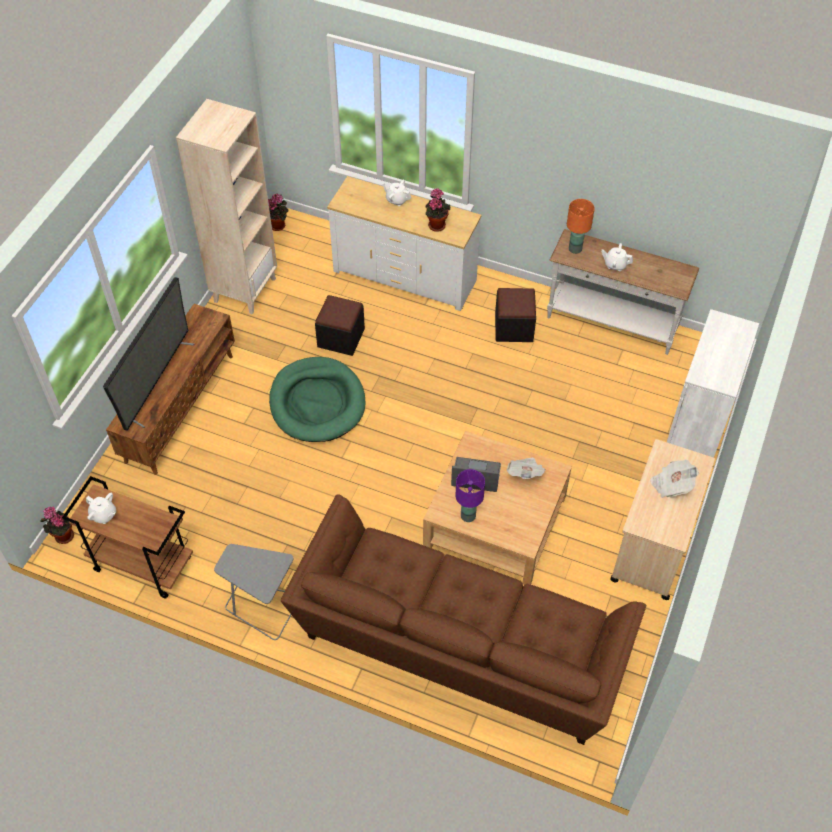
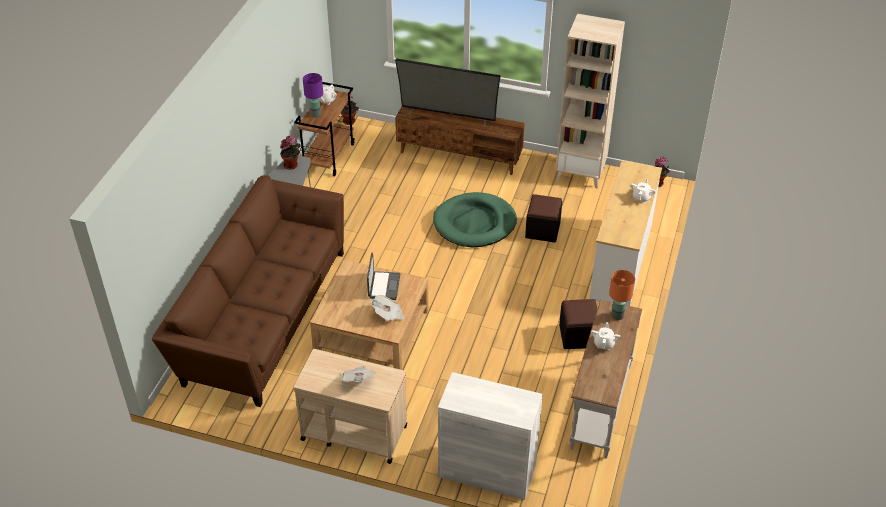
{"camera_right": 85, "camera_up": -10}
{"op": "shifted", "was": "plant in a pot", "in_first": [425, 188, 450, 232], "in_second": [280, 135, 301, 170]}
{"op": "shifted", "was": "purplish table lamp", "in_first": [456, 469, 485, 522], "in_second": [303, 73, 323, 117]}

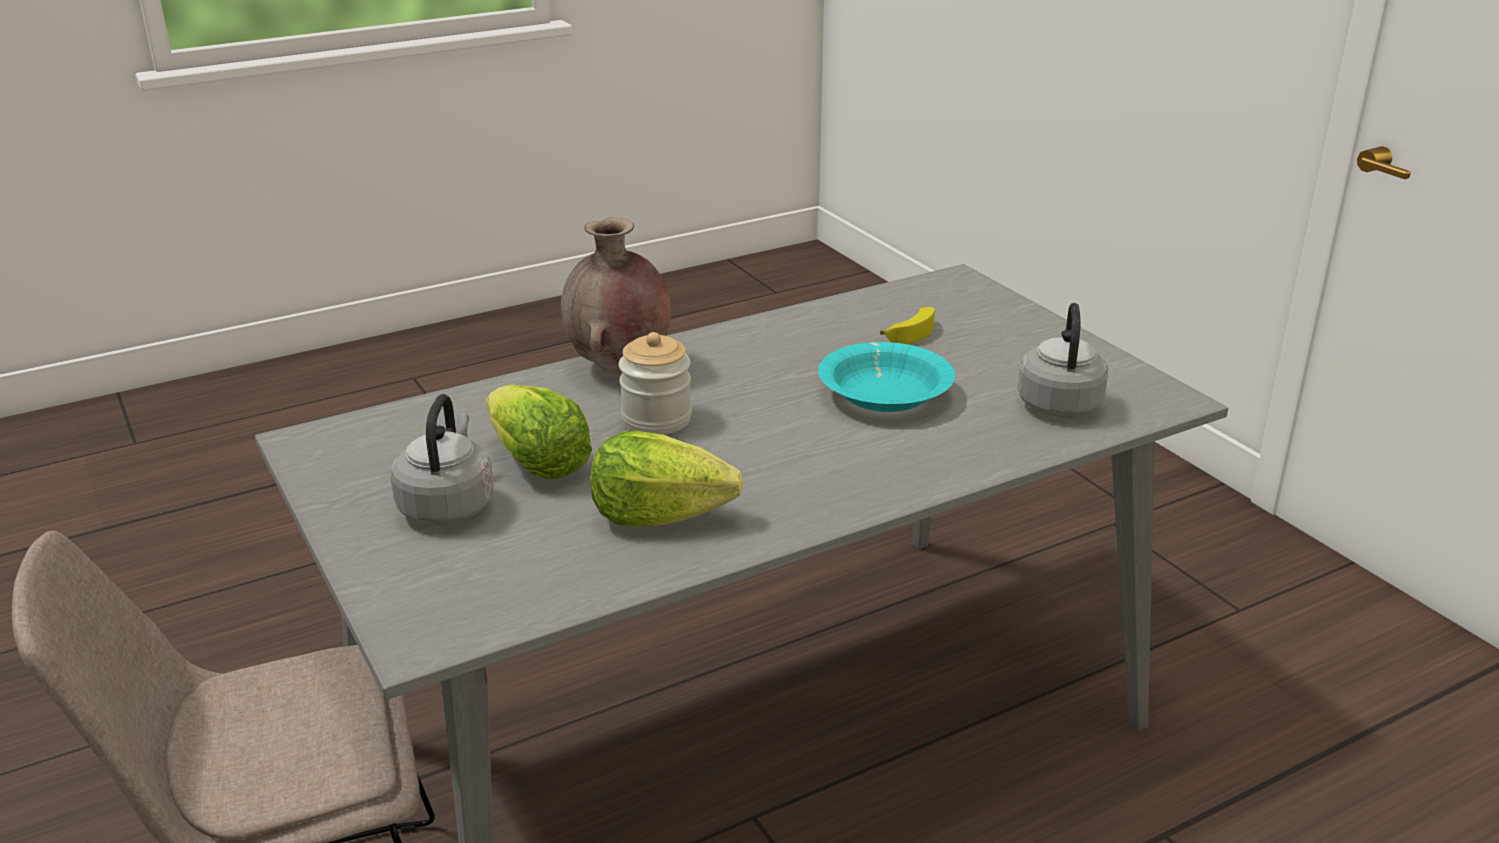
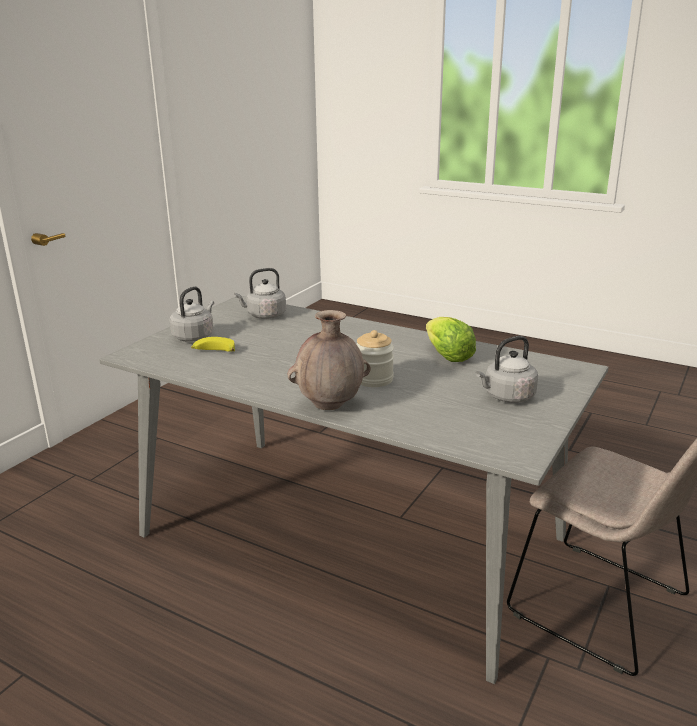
{"camera_right": -120, "camera_up": -5}
{"op": "gone", "was": "turquoise serving bowl", "in_first": [818, 342, 955, 412]}
{"op": "gone", "was": "lettuce", "in_first": [486, 384, 592, 479]}
{"op": "new", "now": "grey tea kettle", "in_second": [169, 286, 214, 342]}

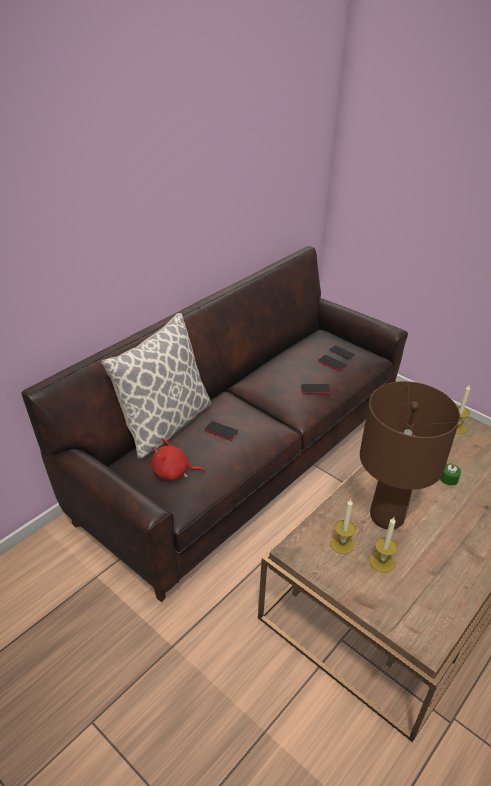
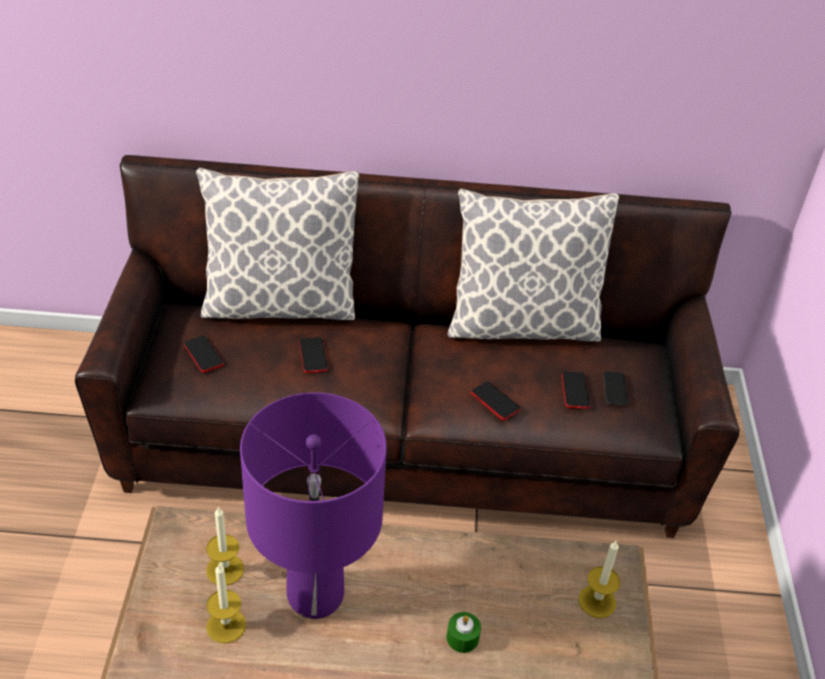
{"camera_right": 50, "camera_up": 5}
{"op": "repainted", "was": "brown table lamp", "now": "purplish table lamp", "in_first": [360, 381, 460, 529], "in_second": [240, 392, 387, 619]}
{"op": "swapped", "was": "red plush toy", "now": "telephone", "in_first": [151, 438, 205, 481], "in_second": [184, 335, 224, 373]}
{"op": "new", "now": "throw pillow", "in_second": [447, 189, 619, 342]}

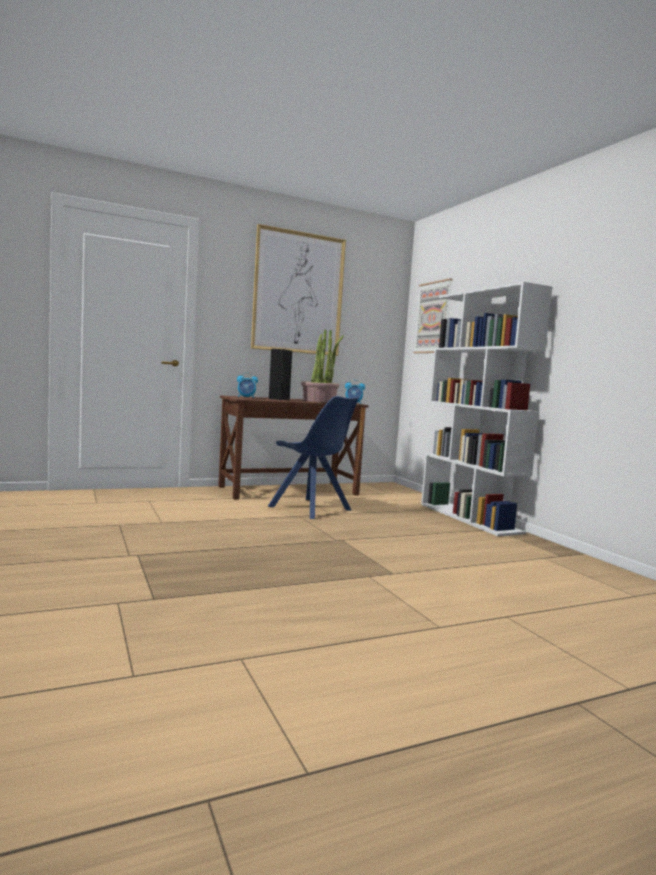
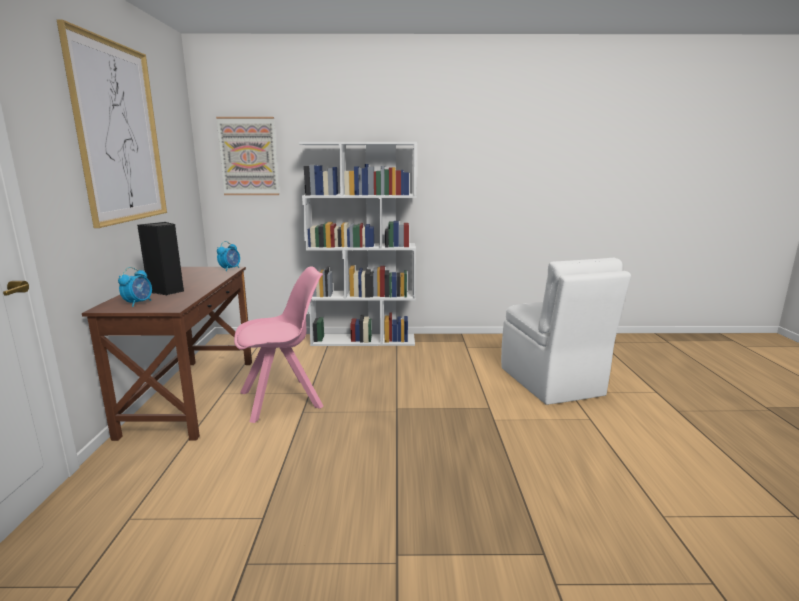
{"camera_right": -65, "camera_up": 10}
{"op": "gone", "was": "plant in a pot", "in_first": [301, 329, 344, 402]}
{"op": "repainted", "was": "blue-coloured chair", "now": "pinkish chair", "in_first": [268, 396, 359, 519], "in_second": [234, 266, 323, 423]}
{"op": "new", "now": "white chair", "in_second": [501, 258, 631, 405]}

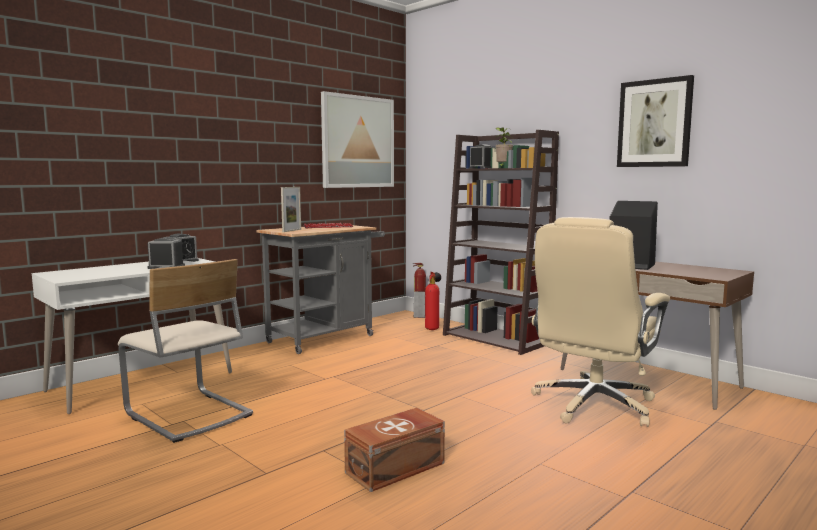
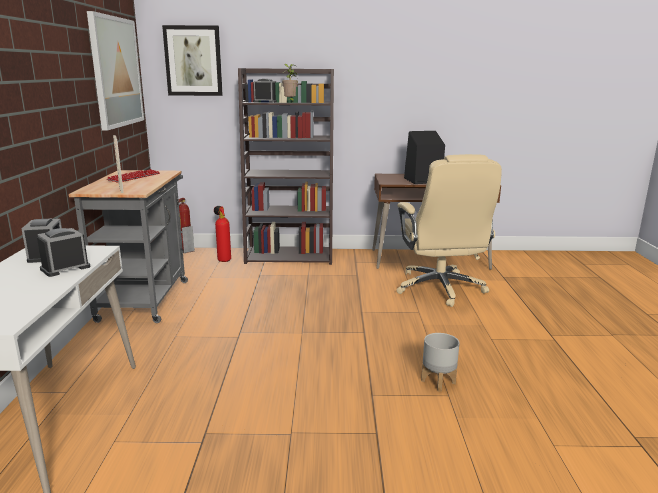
{"camera_right": -45, "camera_up": 10}
{"op": "shifted", "was": "wall art", "in_first": [617, 75, 694, 167], "in_second": [162, 25, 223, 96]}
{"op": "gone", "was": "beige-coloured chair", "in_first": [118, 259, 253, 443]}
{"op": "swapped", "was": "brown storage box", "now": "grey plant pot", "in_first": [344, 408, 445, 492], "in_second": [421, 333, 459, 392]}

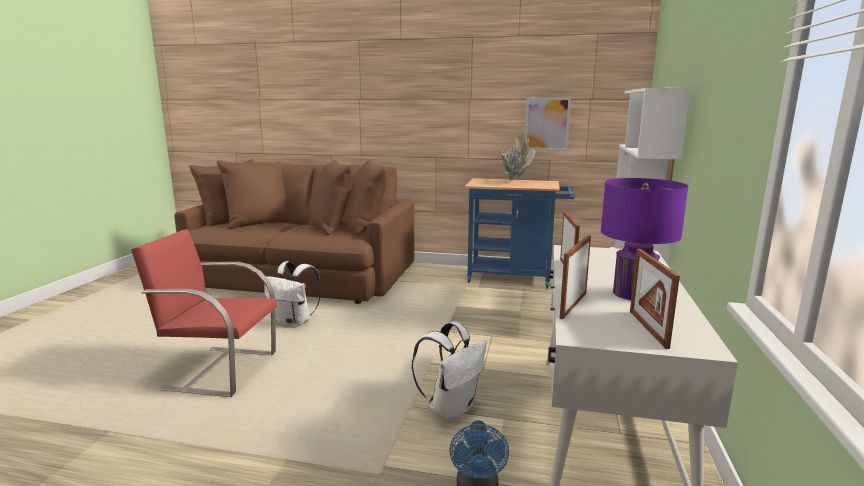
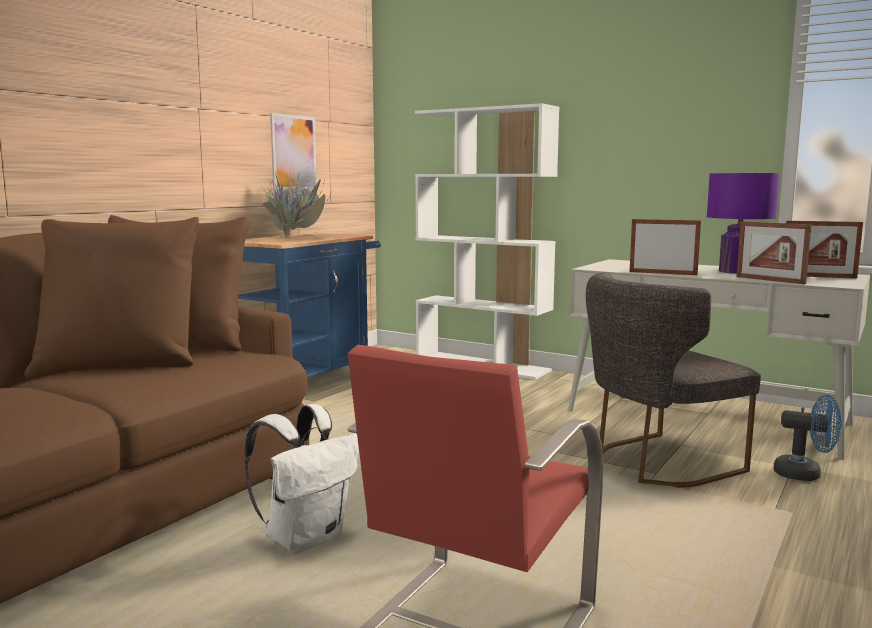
{"camera_right": -70, "camera_up": -5}
{"op": "swapped", "was": "white rucksack", "now": "grey chair", "in_first": [412, 322, 487, 420], "in_second": [586, 272, 761, 488]}

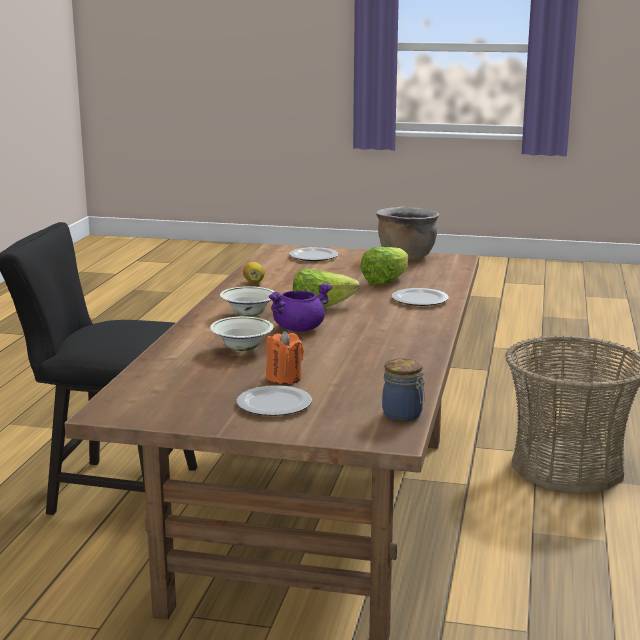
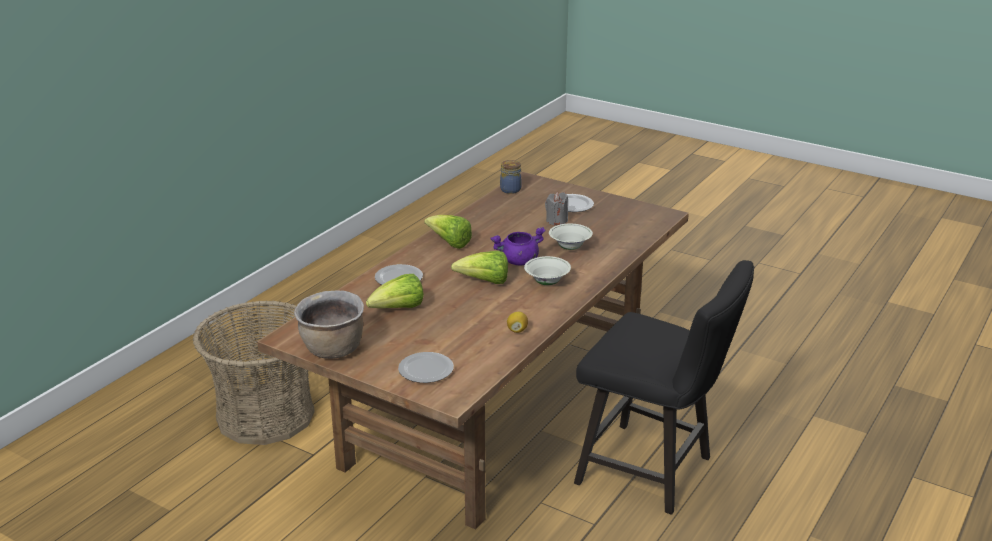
{"camera_right": -160, "camera_up": 10}
{"op": "repainted", "was": "orangey wax light", "now": "grey wax light", "in_first": [266, 331, 304, 384], "in_second": [545, 192, 568, 225]}
{"op": "new", "now": "lettuce", "in_second": [424, 215, 472, 249]}

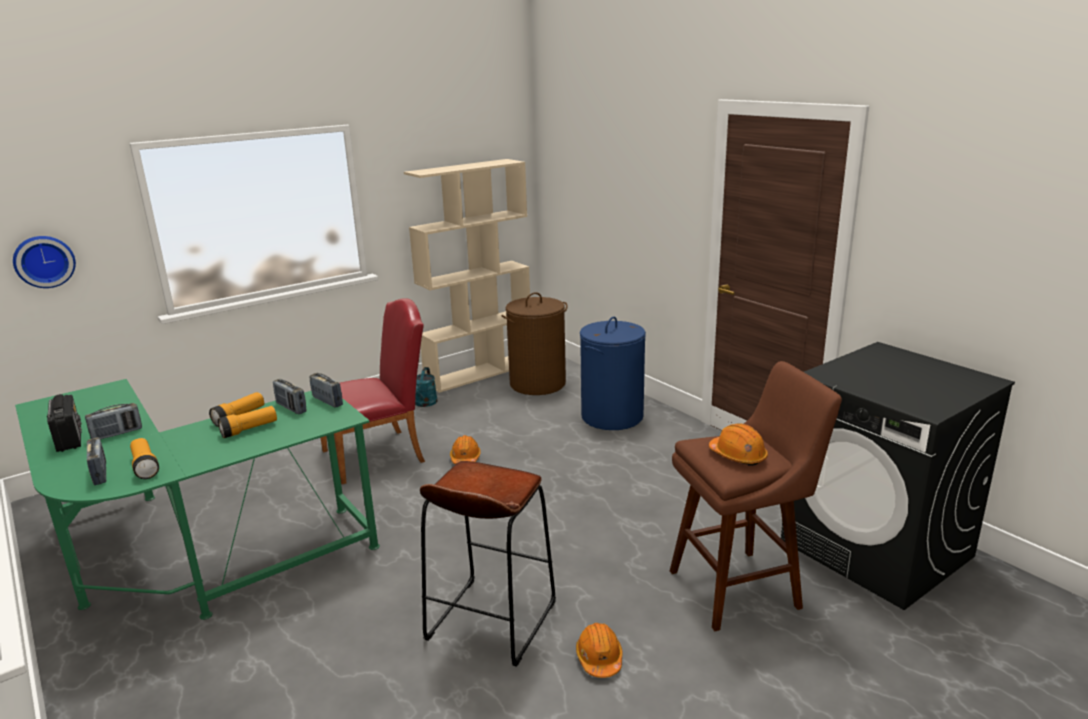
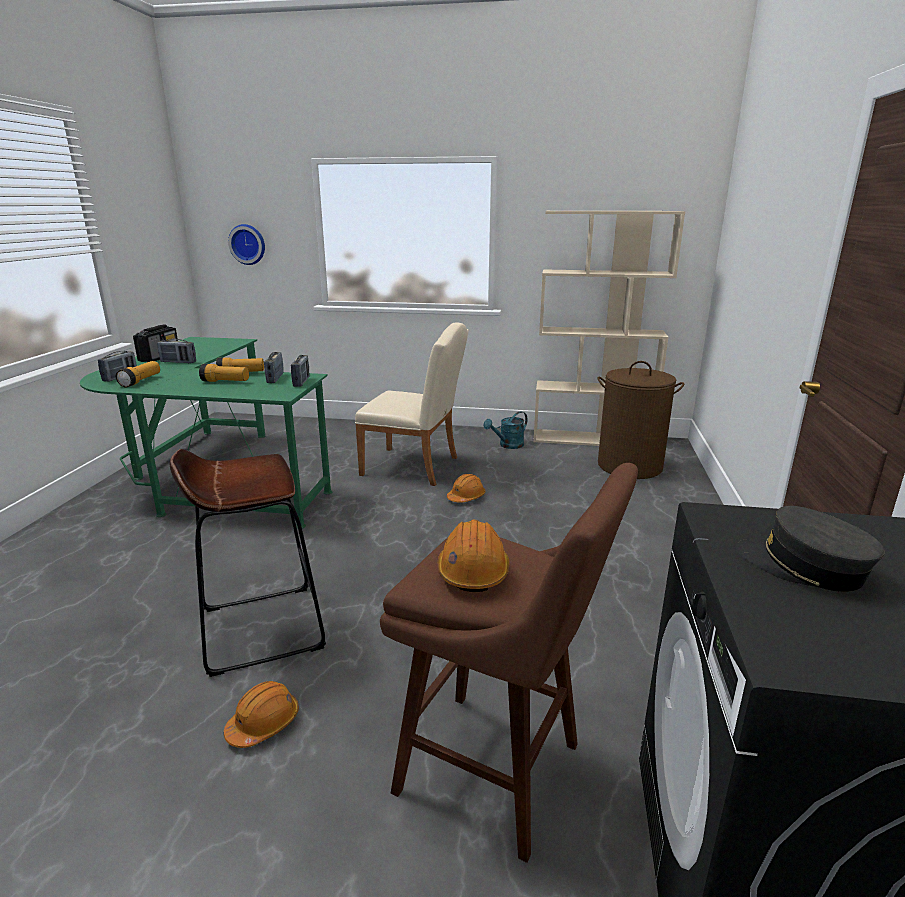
{"camera_right": 45, "camera_up": 0}
{"op": "repainted", "was": "red chair", "now": "beige-coloured chair", "in_first": [321, 298, 425, 484], "in_second": [355, 322, 469, 486]}
{"op": "gone", "was": "blue-coloured washing basket", "in_first": [580, 317, 646, 430]}
{"op": "new", "now": "grey baseball cap", "in_second": [736, 506, 885, 592]}

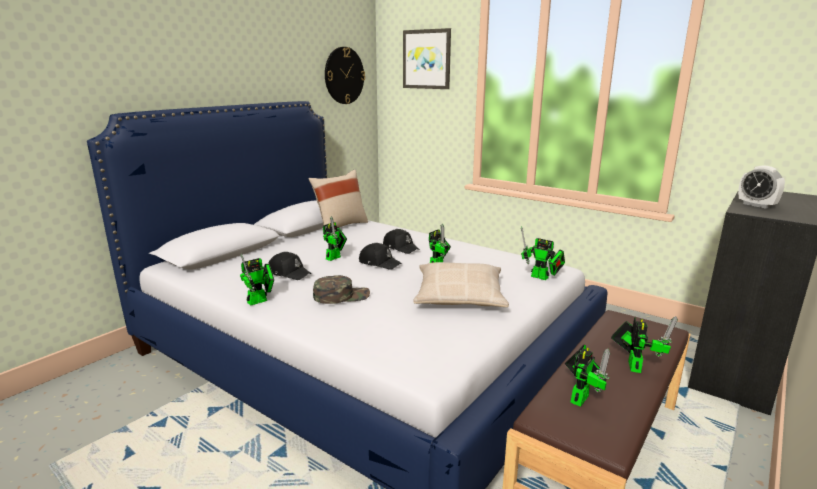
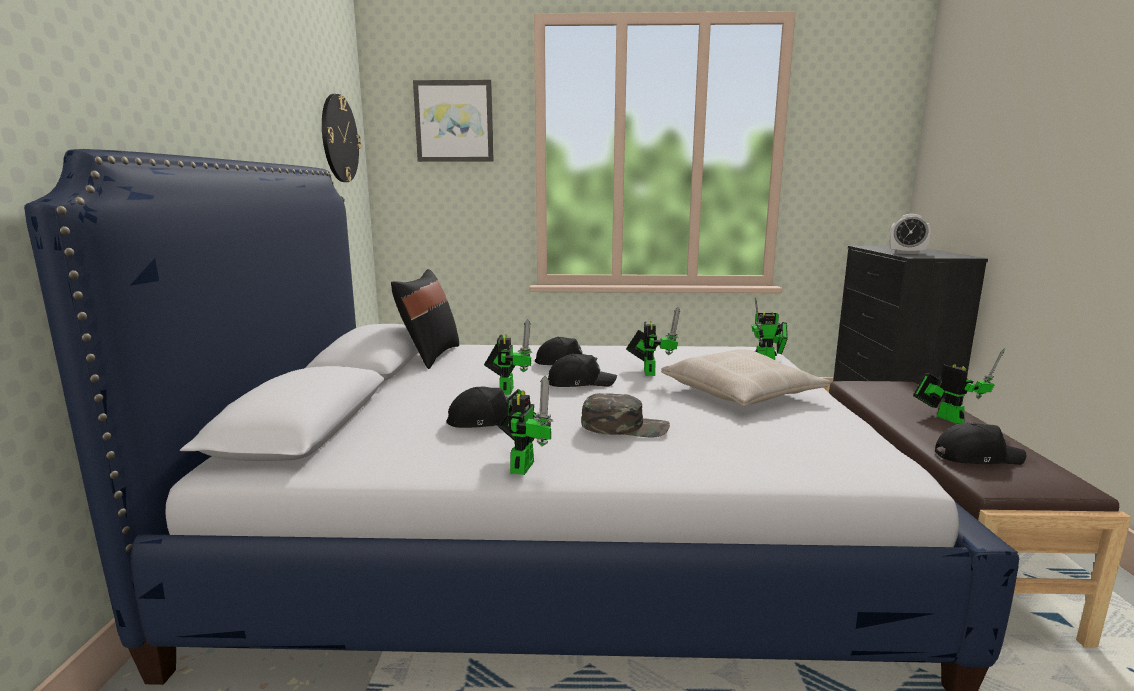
{"camera_right": -35, "camera_up": -5}
{"op": "repainted", "was": "beige-coloured throw pillow", "now": "black throw pillow", "in_first": [308, 170, 368, 227], "in_second": [391, 269, 459, 369]}
{"op": "rotated", "was": "green baseball cap", "in_first": [313, 275, 370, 304], "in_second": [581, 393, 670, 438], "clockwise": 60}
{"op": "swapped", "was": "toy robot", "now": "black baseball cap", "in_first": [565, 345, 610, 407], "in_second": [935, 422, 1026, 465]}

